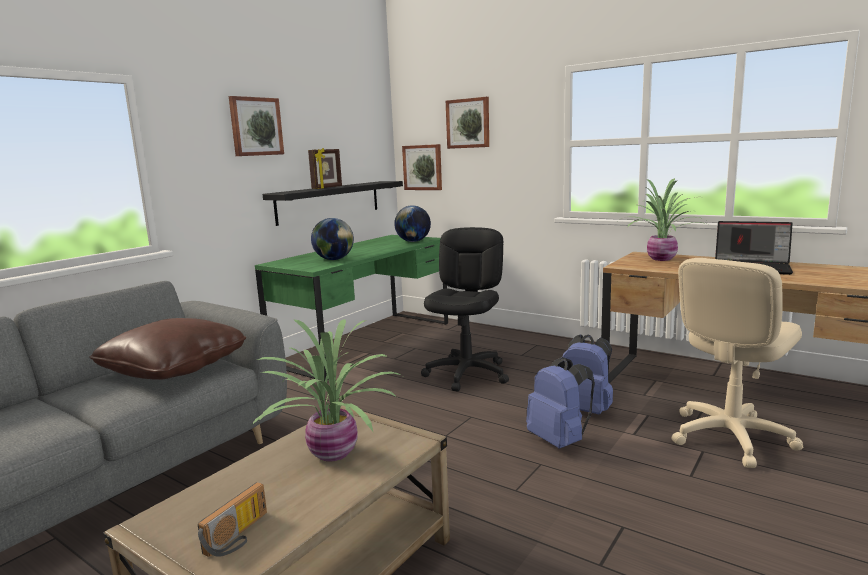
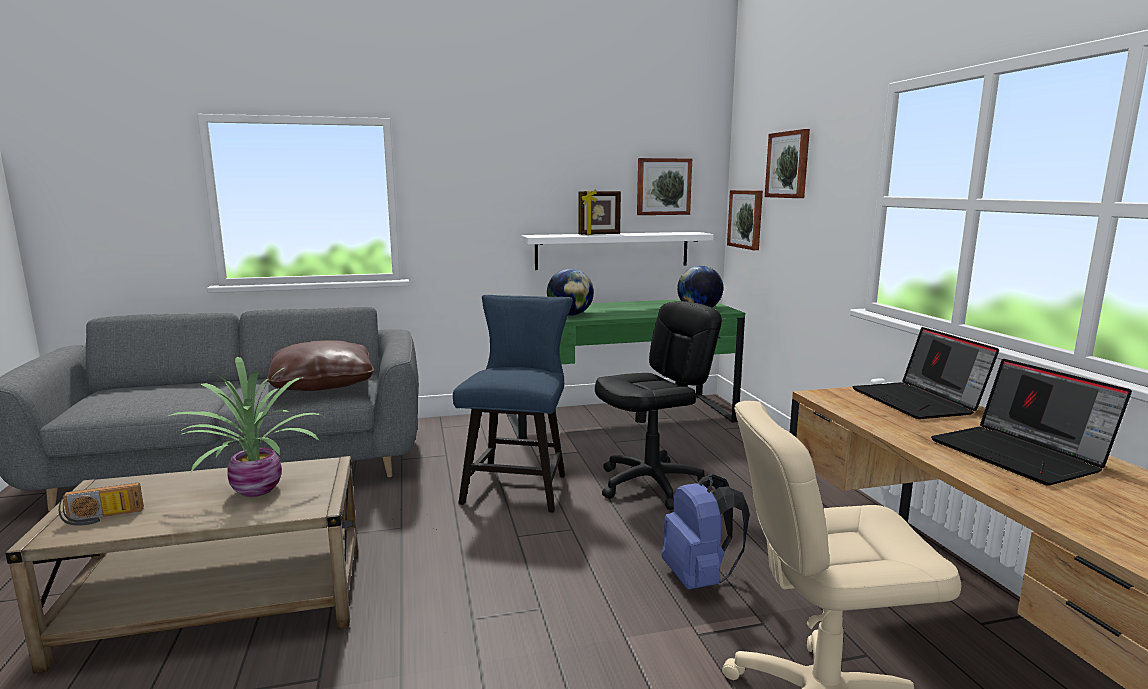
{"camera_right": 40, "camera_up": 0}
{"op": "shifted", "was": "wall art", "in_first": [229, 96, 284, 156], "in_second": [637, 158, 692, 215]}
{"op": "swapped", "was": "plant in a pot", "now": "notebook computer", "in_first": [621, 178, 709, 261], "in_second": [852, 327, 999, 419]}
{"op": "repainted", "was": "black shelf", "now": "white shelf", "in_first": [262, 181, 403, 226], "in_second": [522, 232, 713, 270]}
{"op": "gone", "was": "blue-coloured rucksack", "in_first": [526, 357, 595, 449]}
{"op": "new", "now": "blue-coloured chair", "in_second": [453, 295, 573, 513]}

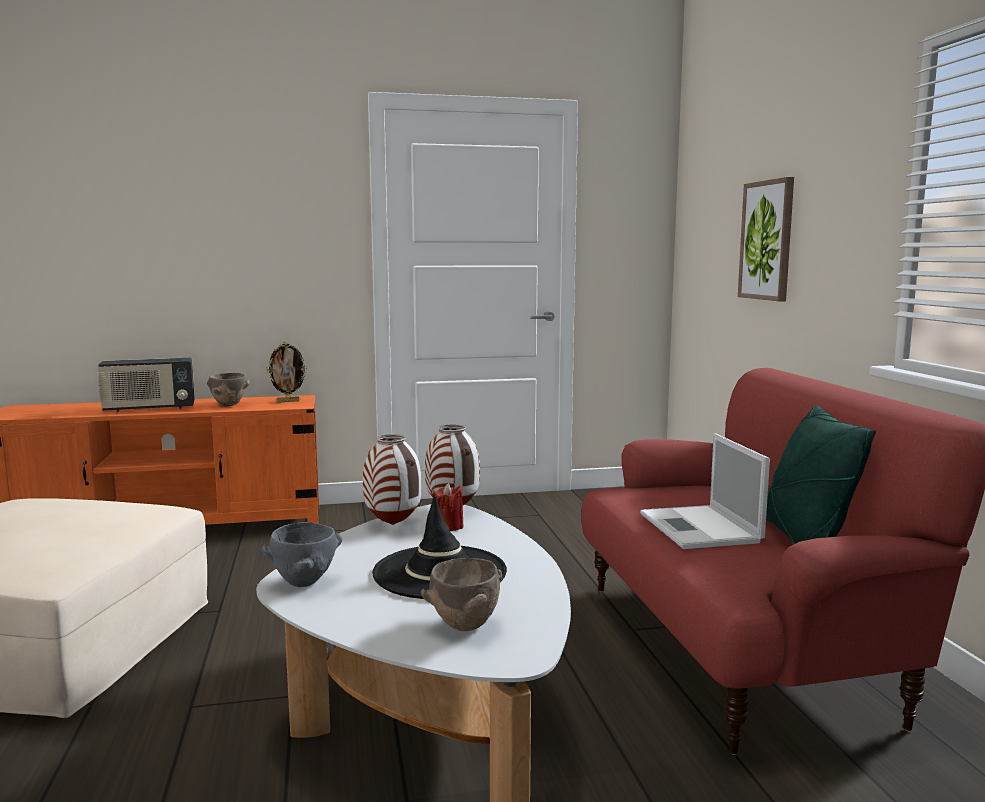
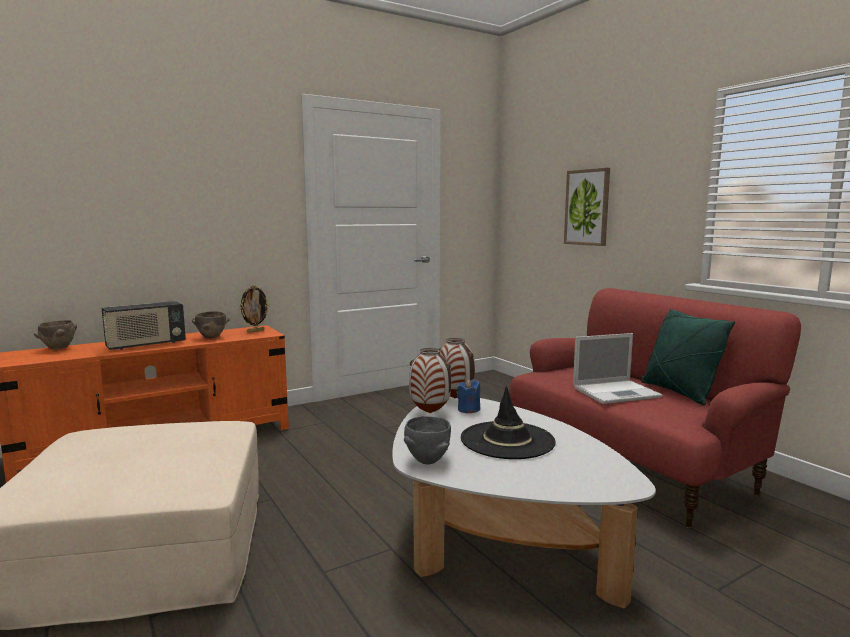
{"camera_right": -20, "camera_up": 0}
{"op": "rotated", "was": "notebook computer", "in_first": [640, 433, 770, 549], "in_second": [573, 333, 663, 404], "clockwise": -75}
{"op": "repainted", "was": "red wax light", "now": "blue-coloured wax light", "in_first": [433, 483, 464, 531], "in_second": [456, 379, 480, 413]}
{"op": "shifted", "was": "brown serving bowl", "in_first": [421, 558, 502, 631], "in_second": [34, 320, 77, 350]}

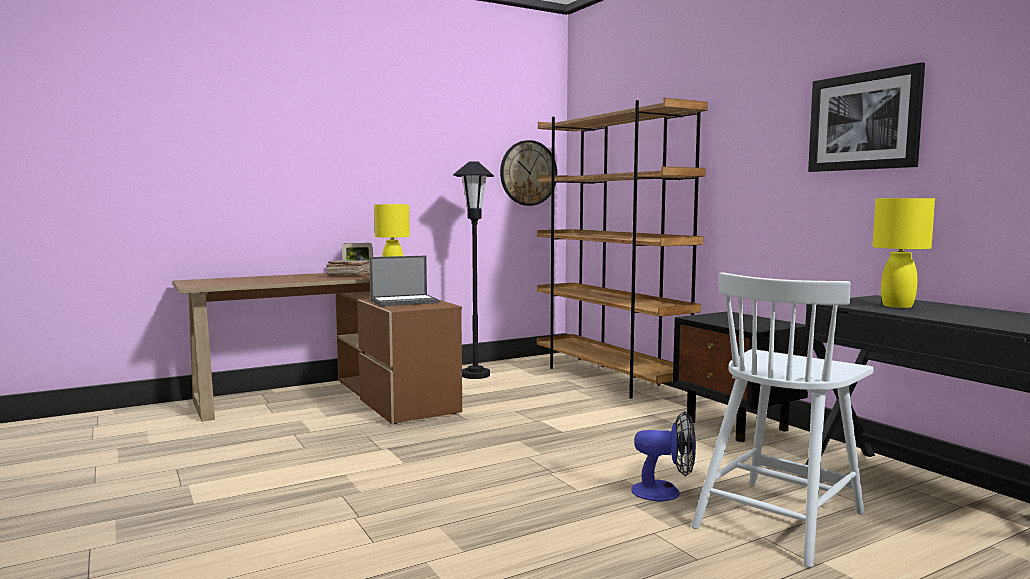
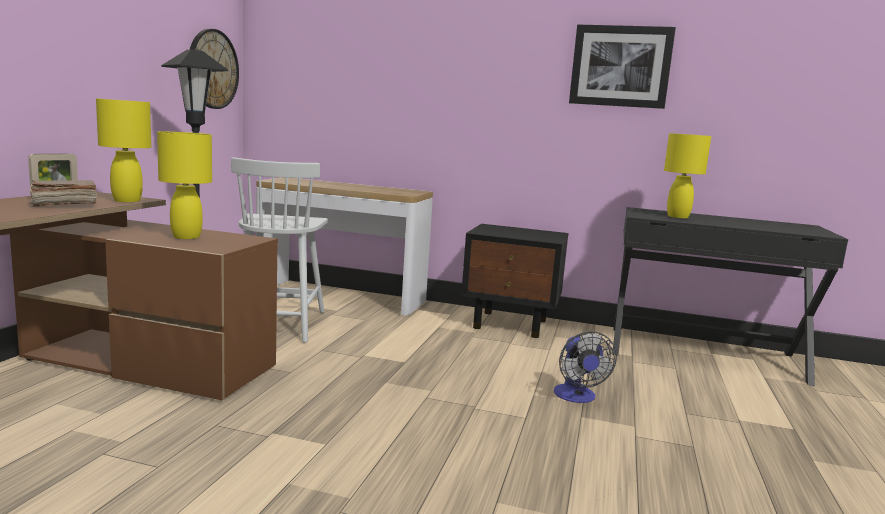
{"camera_right": -45, "camera_up": 5}
{"op": "swapped", "was": "brown shelving unit", "now": "hall table", "in_first": [537, 98, 708, 399], "in_second": [256, 178, 433, 315]}
{"op": "swapped", "was": "notebook computer", "now": "yellow-coloured table lamp", "in_first": [370, 256, 440, 306], "in_second": [157, 131, 212, 239]}
{"op": "shifted", "was": "white chair", "in_first": [691, 272, 874, 568], "in_second": [231, 157, 328, 343]}
{"op": "rotated", "was": "cooling fan", "in_first": [631, 412, 696, 501], "in_second": [554, 332, 617, 403], "clockwise": 120}

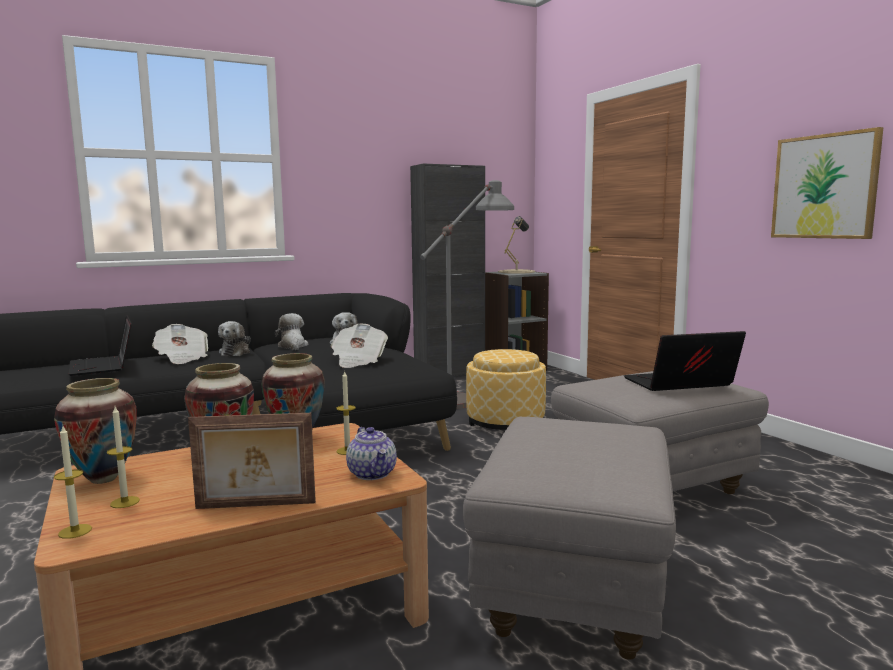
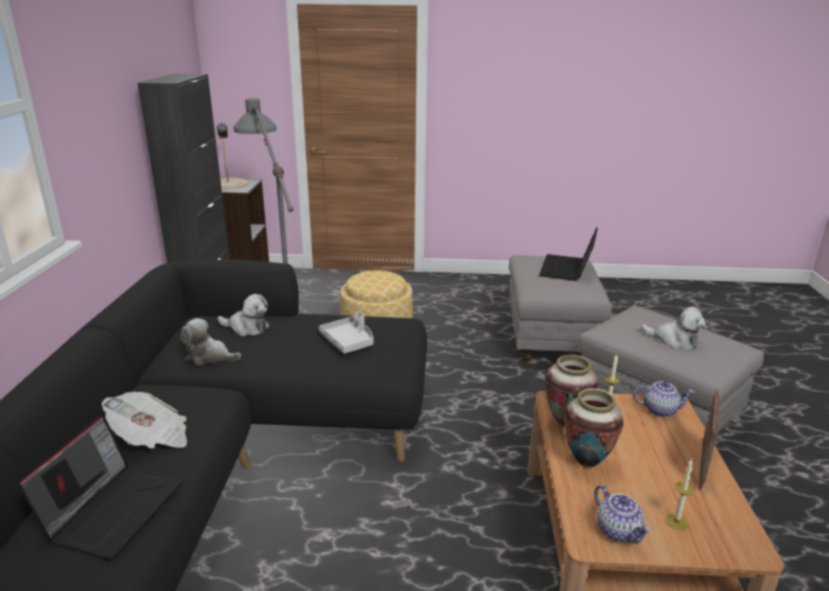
{"camera_right": -60, "camera_up": 15}
{"op": "gone", "was": "wall art", "in_first": [771, 127, 884, 239]}
{"op": "rotated", "was": "notebook computer", "in_first": [69, 315, 132, 376], "in_second": [17, 414, 183, 559], "clockwise": -75}
{"op": "shifted", "was": "plush toy", "in_first": [218, 321, 251, 356], "in_second": [641, 307, 706, 350]}
{"op": "swapped", "was": "newspaper", "now": "grey carrying tray", "in_first": [331, 323, 388, 368], "in_second": [319, 311, 373, 354]}
{"op": "swapped", "was": "flower vase", "now": "pot for tea", "in_first": [54, 378, 137, 484], "in_second": [594, 485, 651, 544]}
{"op": "gone", "was": "wax light", "in_first": [54, 426, 92, 539]}

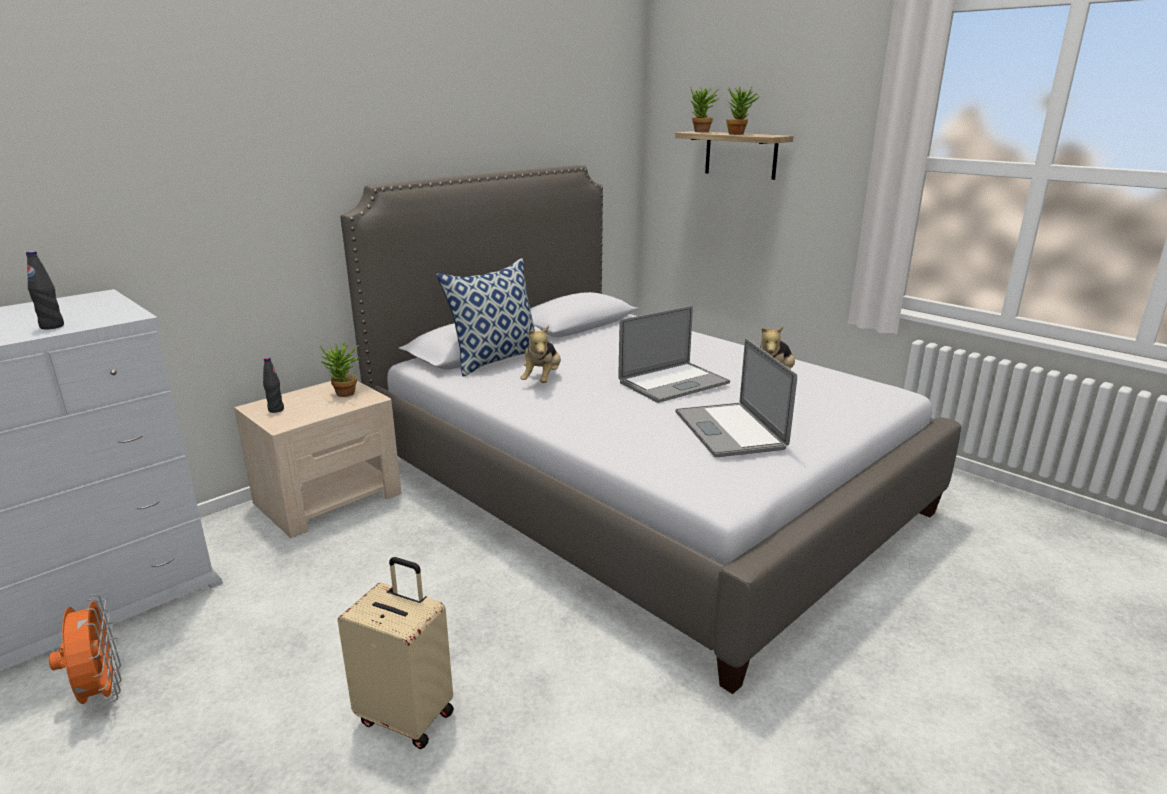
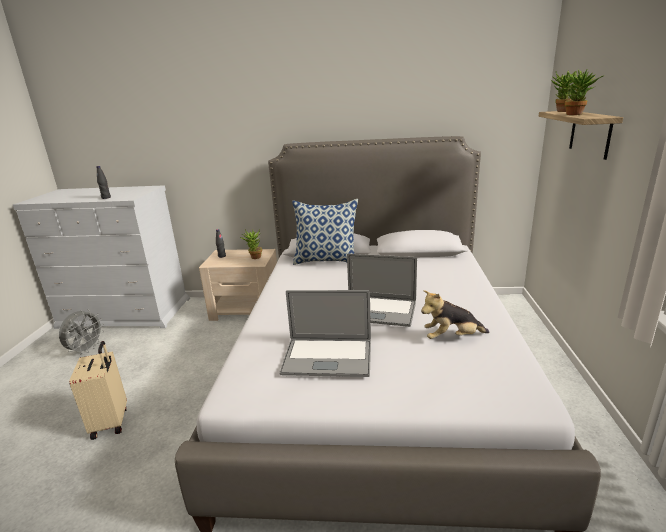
{"camera_right": 50, "camera_up": 0}
{"op": "gone", "was": "plush toy", "in_first": [520, 326, 561, 383]}
{"op": "rotated", "was": "notebook computer", "in_first": [675, 338, 797, 457], "in_second": [280, 290, 371, 377], "clockwise": -120}
{"op": "repainted", "was": "orangey cooling fan", "now": "grey cooling fan", "in_first": [49, 594, 122, 704], "in_second": [59, 309, 104, 354]}

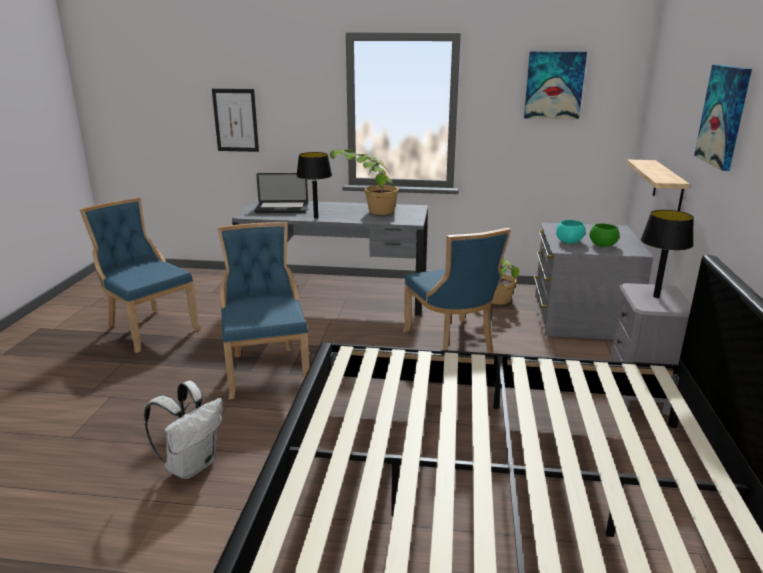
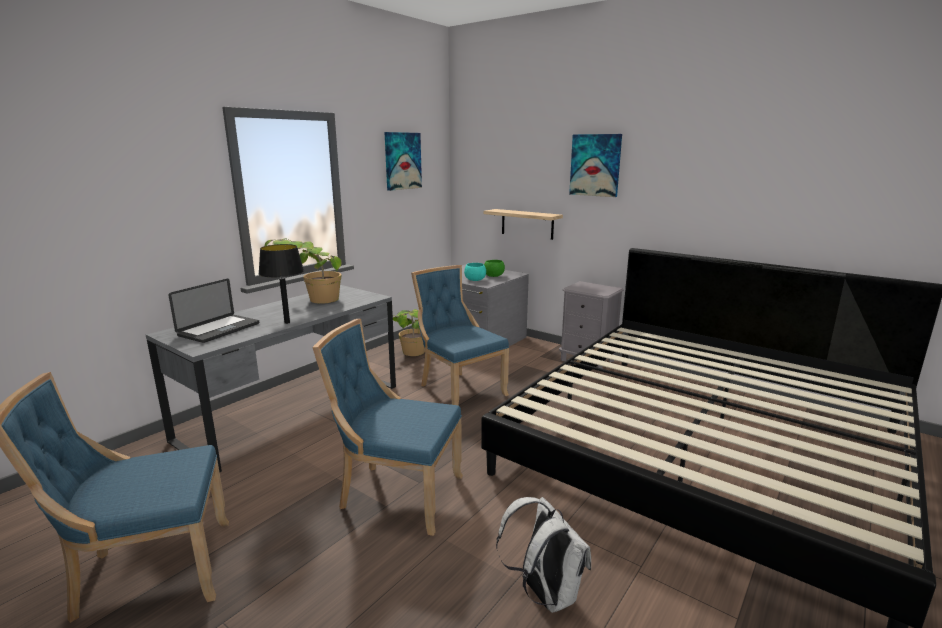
{"camera_right": -60, "camera_up": -5}
{"op": "gone", "was": "wall art", "in_first": [212, 89, 259, 152]}
{"op": "gone", "was": "black table lamp", "in_first": [641, 210, 694, 298]}
{"op": "rotated", "was": "blue-coloured chair", "in_first": [403, 227, 511, 353], "in_second": [411, 265, 509, 406], "clockwise": -135}

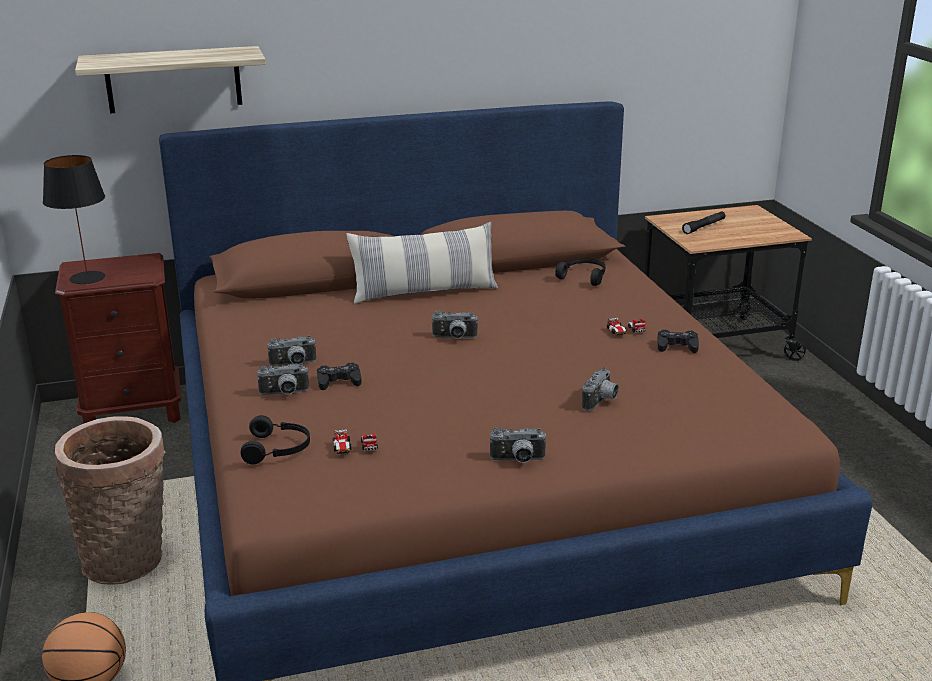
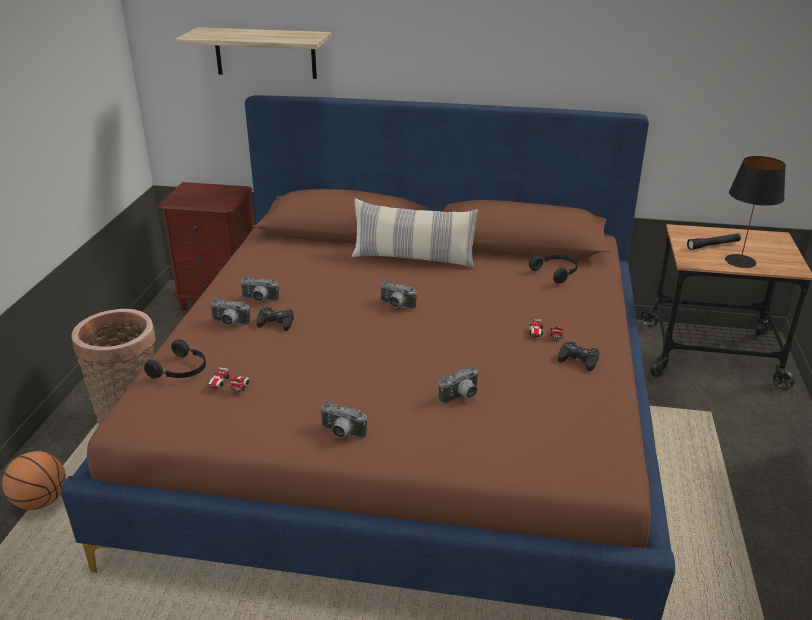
{"camera_right": 25, "camera_up": 5}
{"op": "shifted", "was": "black table lamp", "in_first": [43, 155, 105, 284], "in_second": [725, 156, 786, 268]}

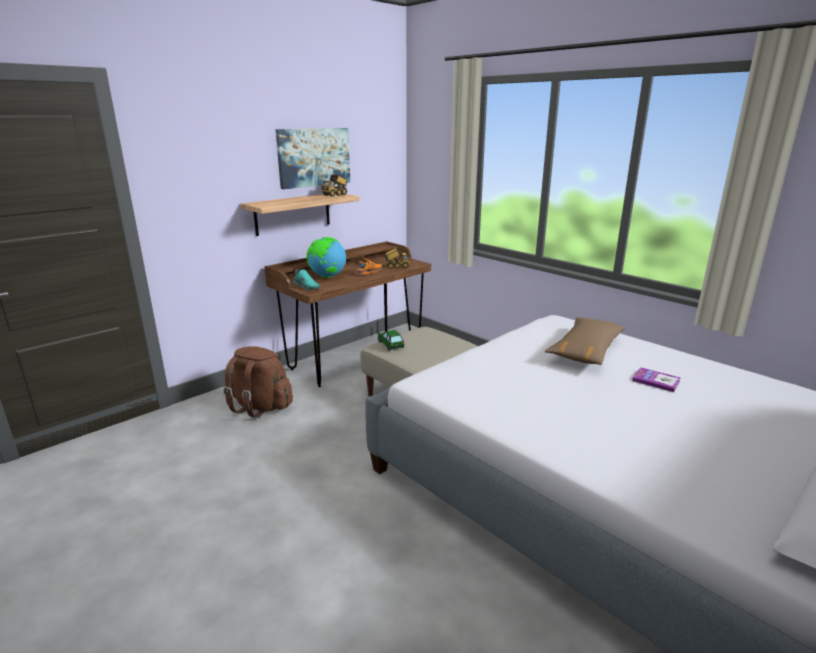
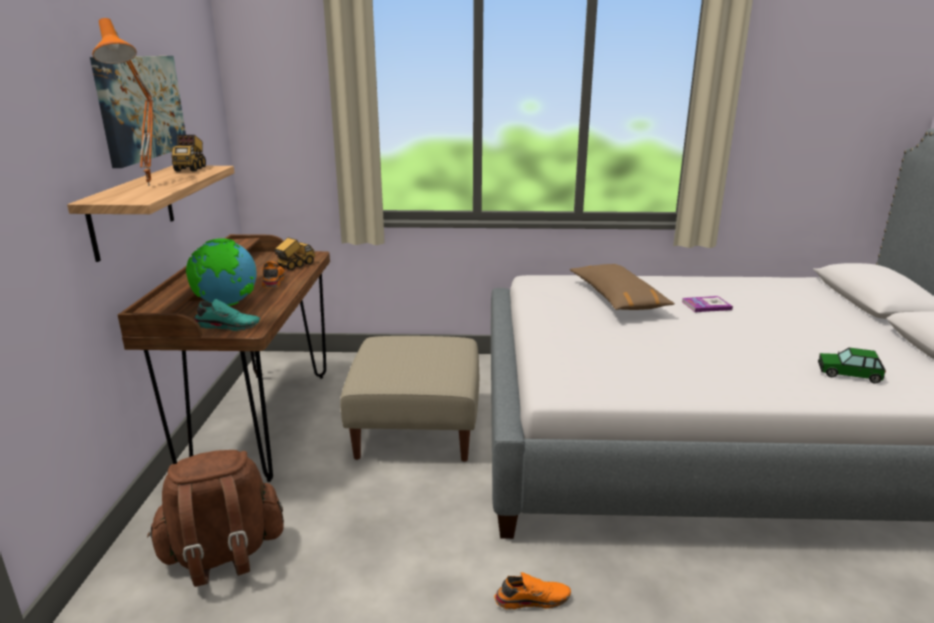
{"camera_right": -45, "camera_up": 0}
{"op": "shifted", "was": "miniature car", "in_first": [378, 330, 404, 351], "in_second": [818, 348, 886, 384]}
{"op": "new", "now": "orangey table lamp", "in_second": [92, 18, 154, 186]}
{"op": "new", "now": "orangey low shoe", "in_second": [494, 572, 571, 609]}

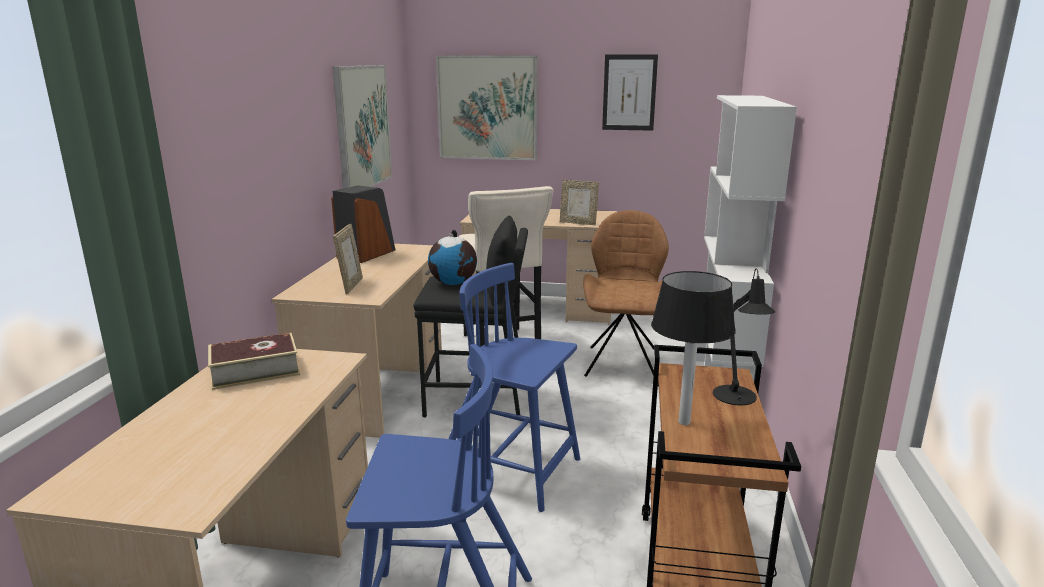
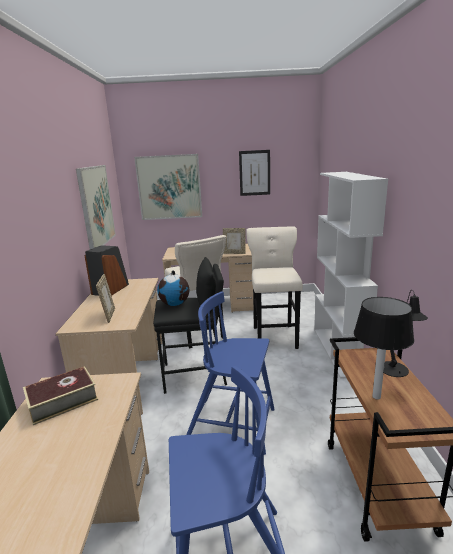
{"camera_right": -10, "camera_up": 0}
{"op": "swapped", "was": "brown chair", "now": "beige-coloured stool", "in_first": [583, 210, 669, 377], "in_second": [246, 226, 303, 349]}

